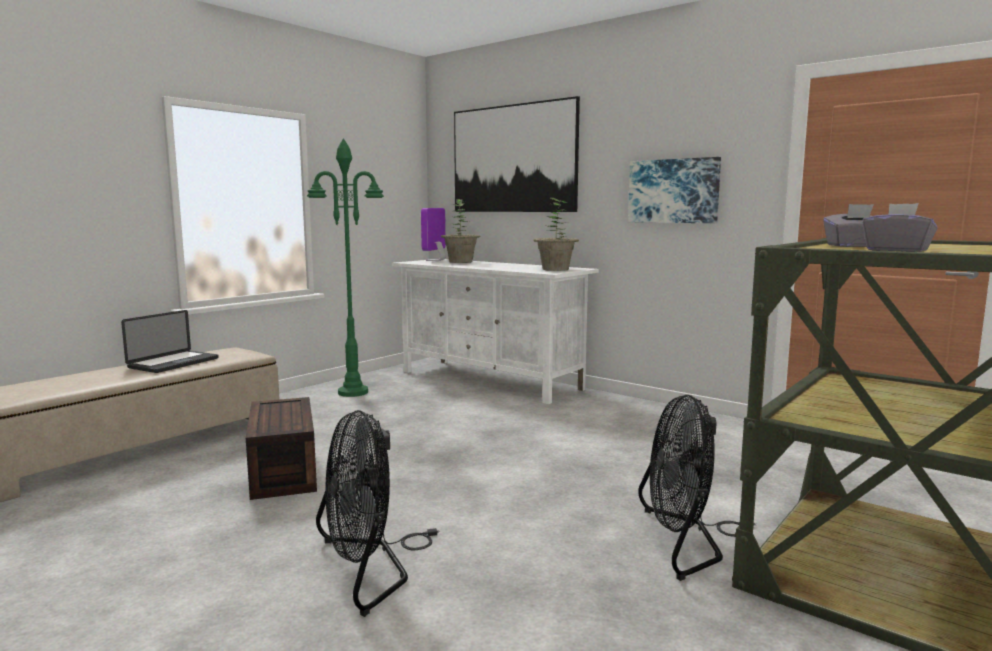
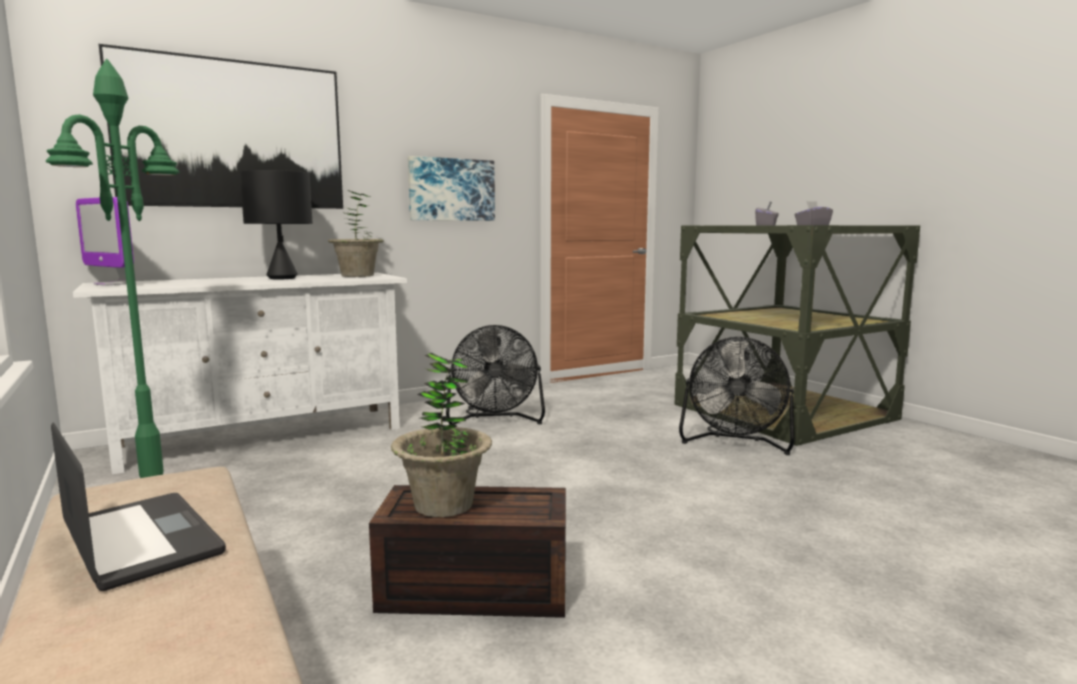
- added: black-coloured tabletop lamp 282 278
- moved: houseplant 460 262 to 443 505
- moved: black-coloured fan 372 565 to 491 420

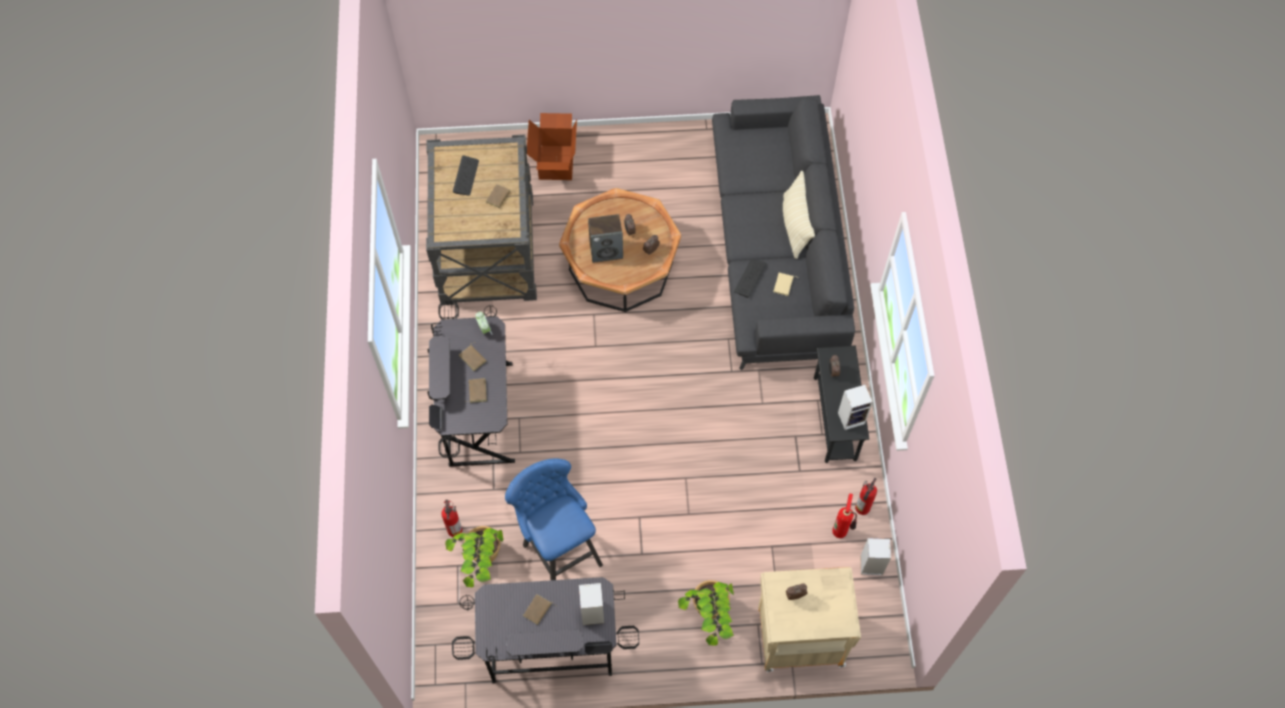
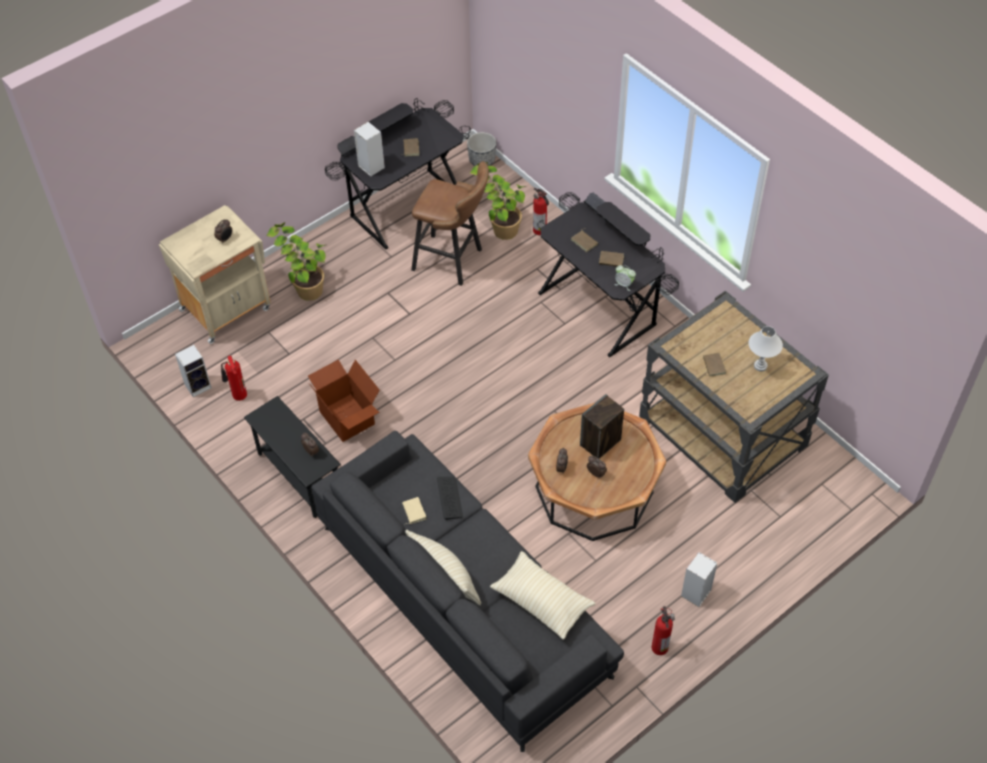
- moved: cardboard box 555 163 to 348 417
- recoloured: blue-coloured stool 558 547 to brown-coloured stool 454 262
- added: planter 482 160
- added: beige-coloured throw pillow 542 601
- moved: fire-fighting cylinder 862 508 to 659 646
- moved: speaker 852 417 to 695 594
- replaced: computer keyboard 466 176 to whitish tabletop lamp 760 366

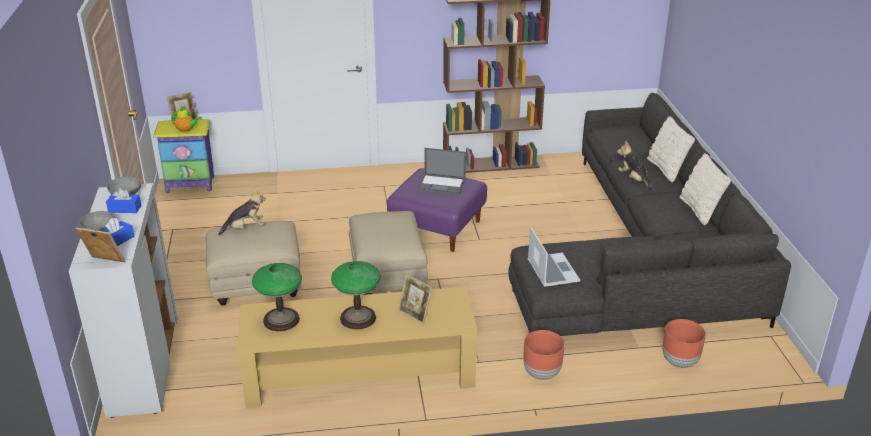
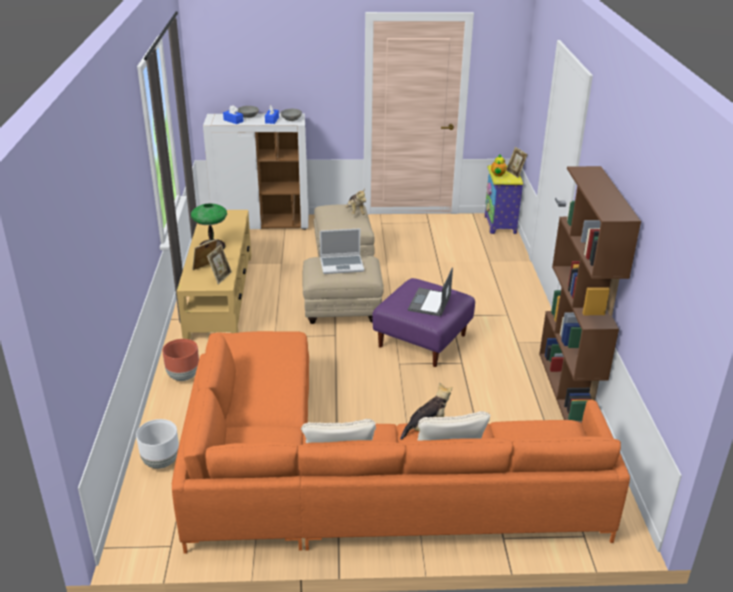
- recoloured: brown-coloured planter 680 362 to whitish planter 160 462
- recoloured: gray couch 643 256 to orange-coloured couch 351 476
- moved: standing frame 104 263 to 220 277
- moved: notebook computer 551 271 to 342 265
- removed: tabletop lamp 281 320

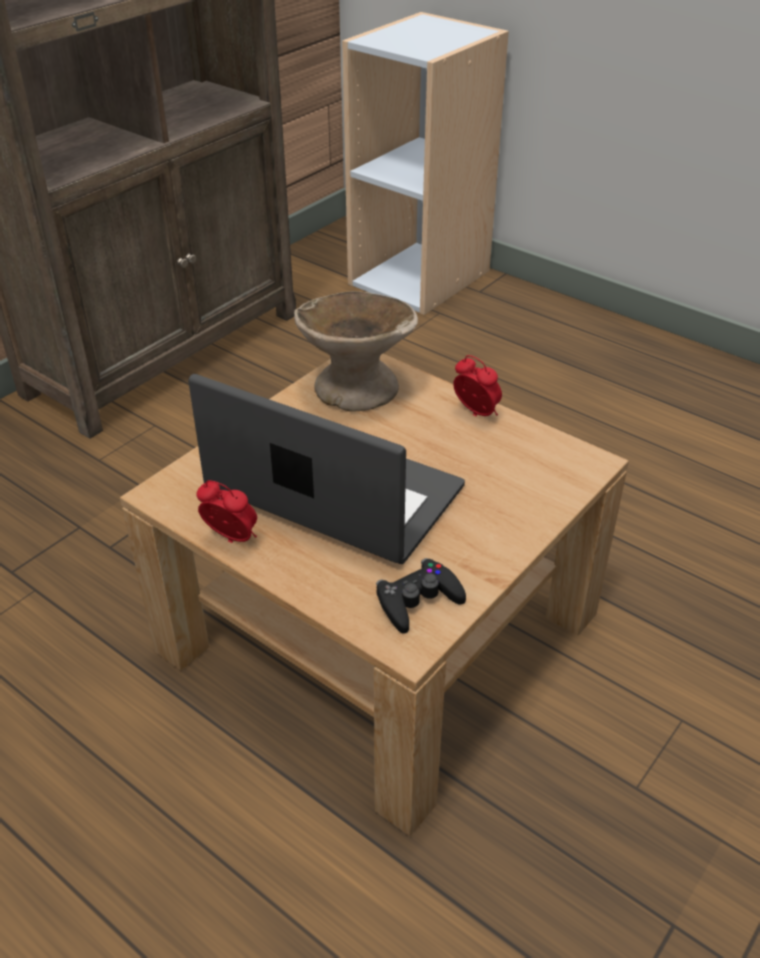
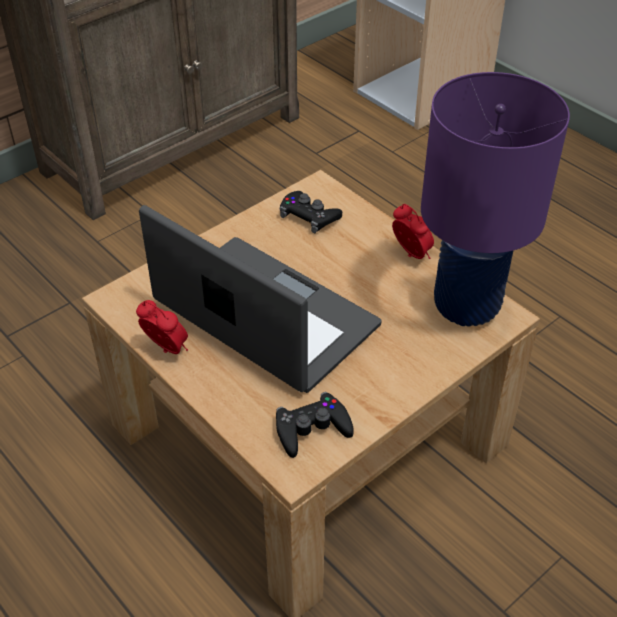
- replaced: beige-coloured bowl 356 388 to black-coloured game controller 309 216
- added: purple tabletop lamp 466 308

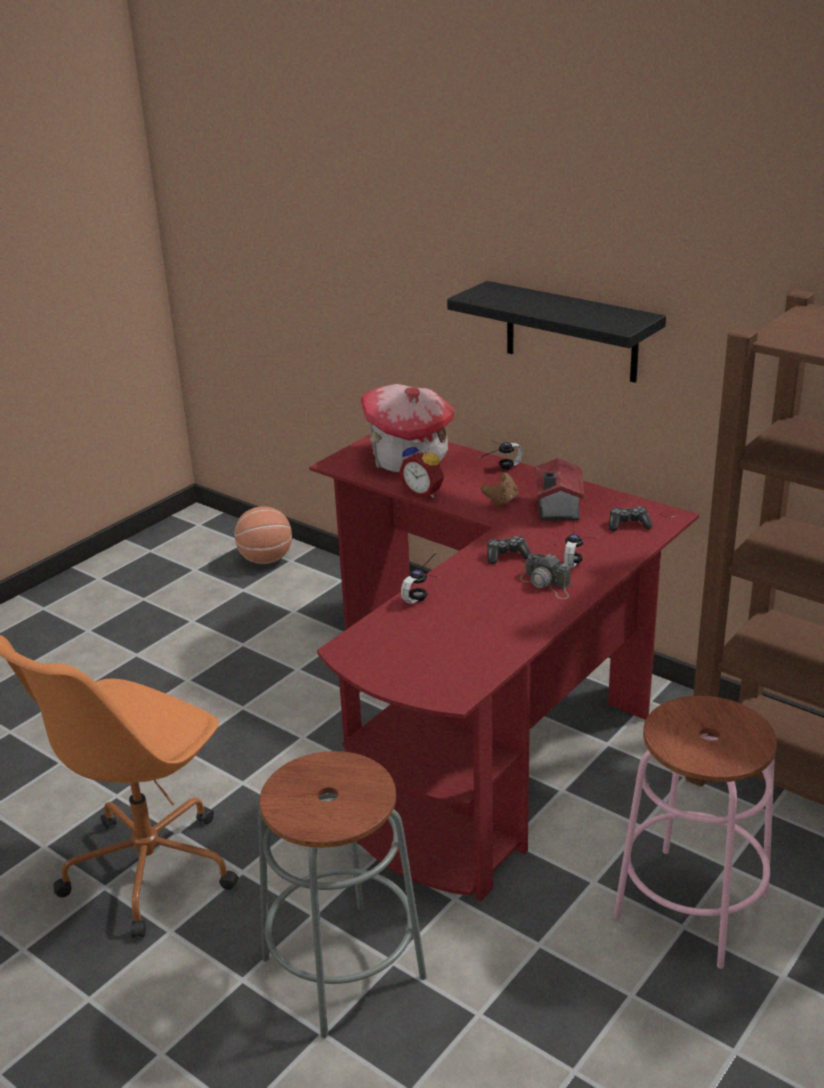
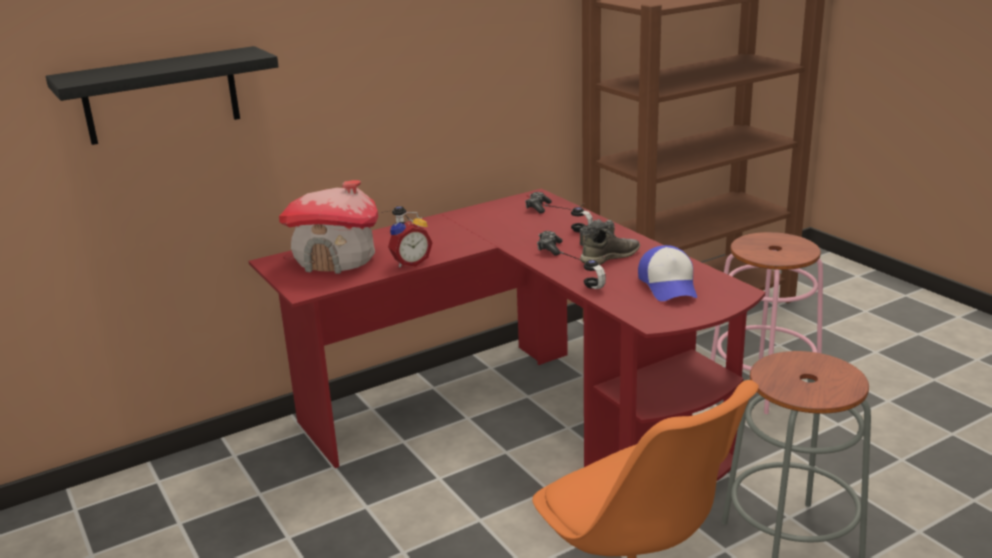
- moved: black-coloured wall shelf 571 332 to 161 96
- added: gray low shoe 609 257
- added: peaked cap 669 285
- removed: ball for basketball 265 559
- removed: brown-coloured game controller 501 501
- removed: toy house 556 508

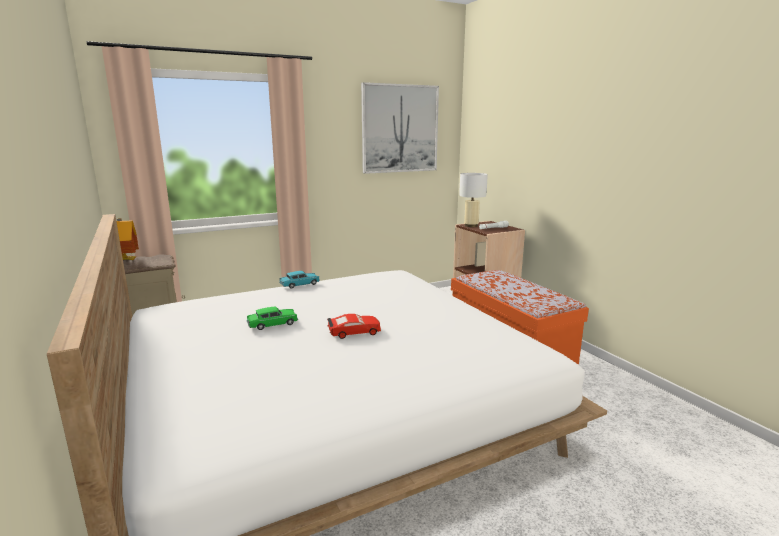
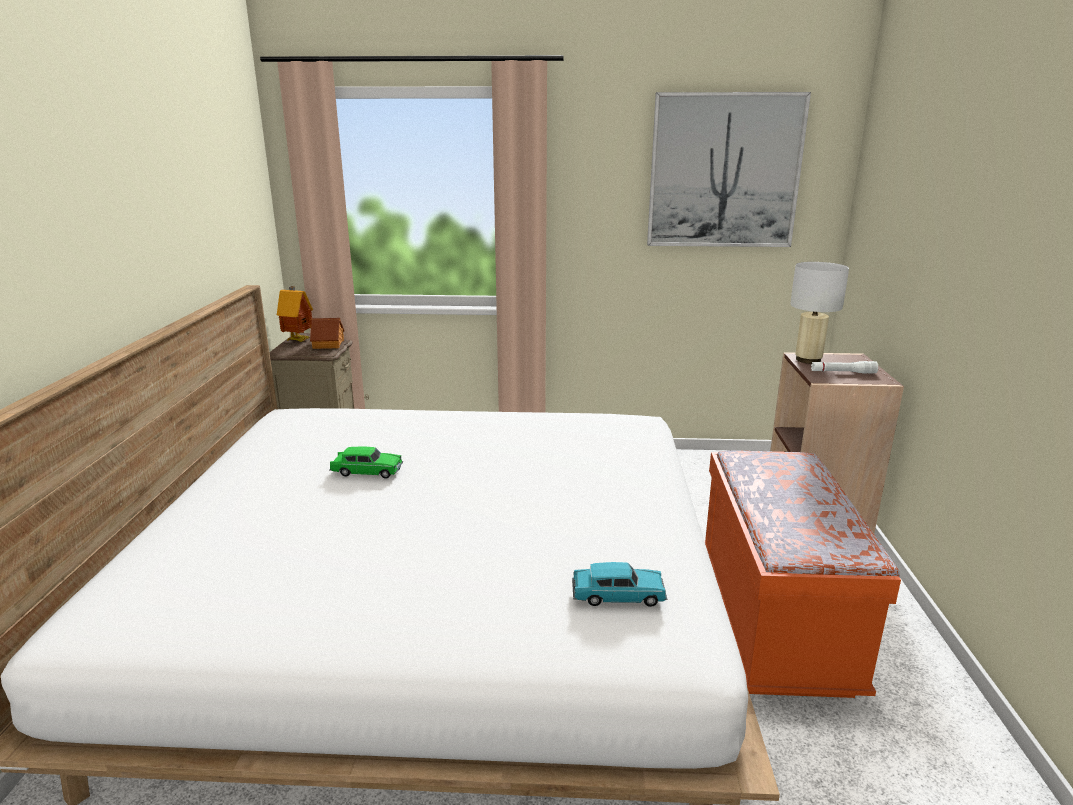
- added: toy house 329 344
- moved: turquoise-coloured miniature car 300 285 to 618 596
- removed: reddish miniature car 354 332

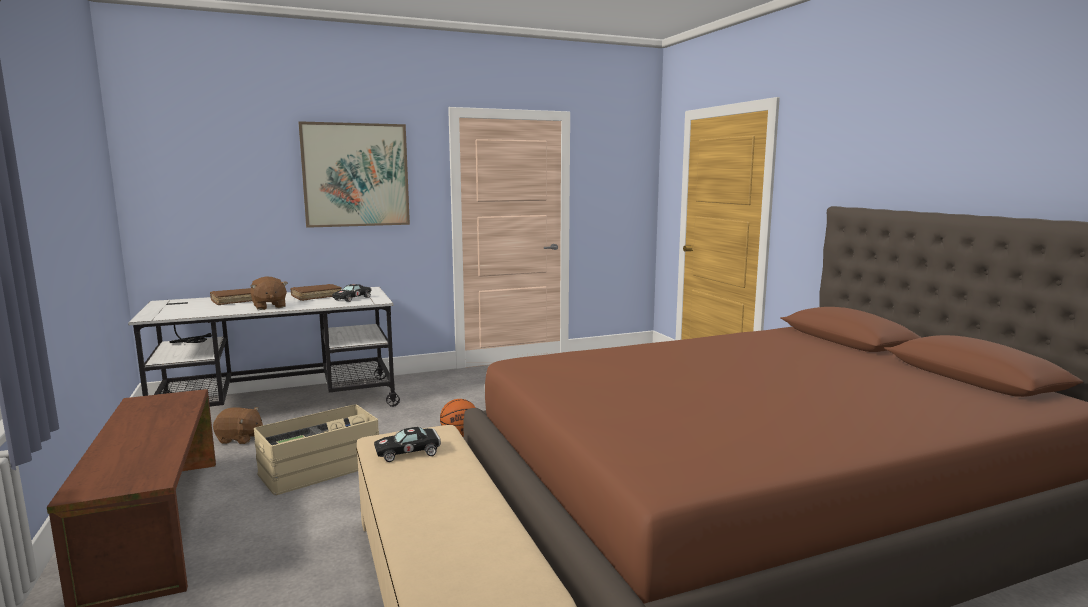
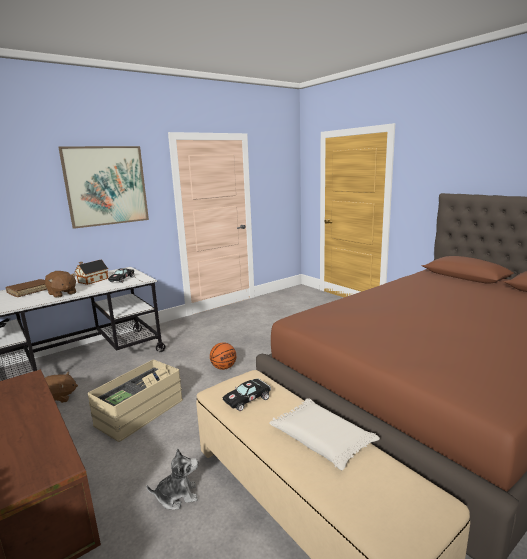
- replaced: brown-coloured book 316 297 to toy house 92 280
- added: soft toy 177 496
- added: whitish throw pillow 322 437

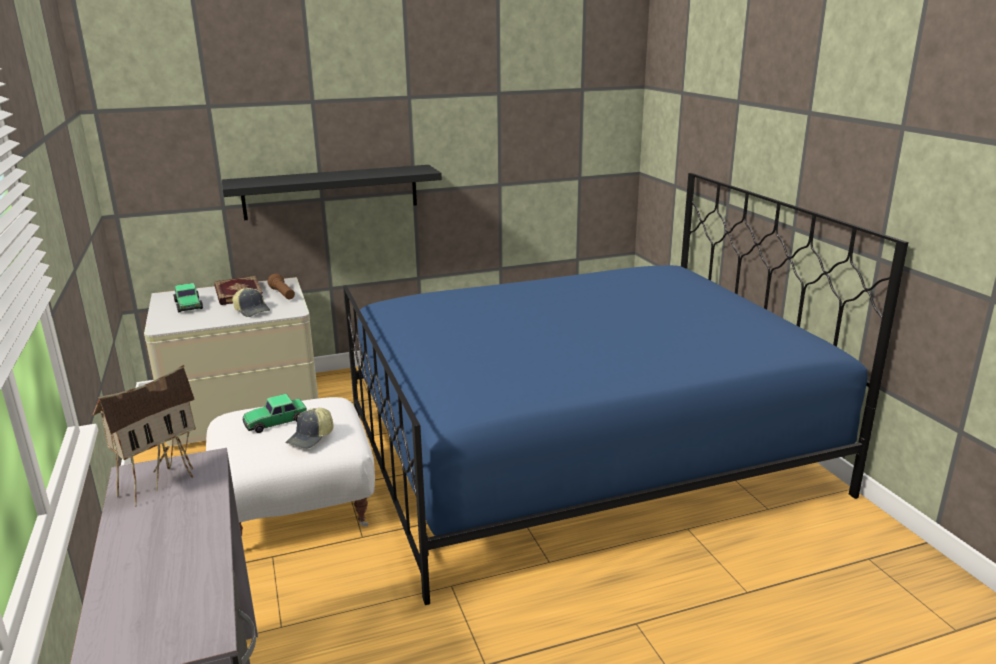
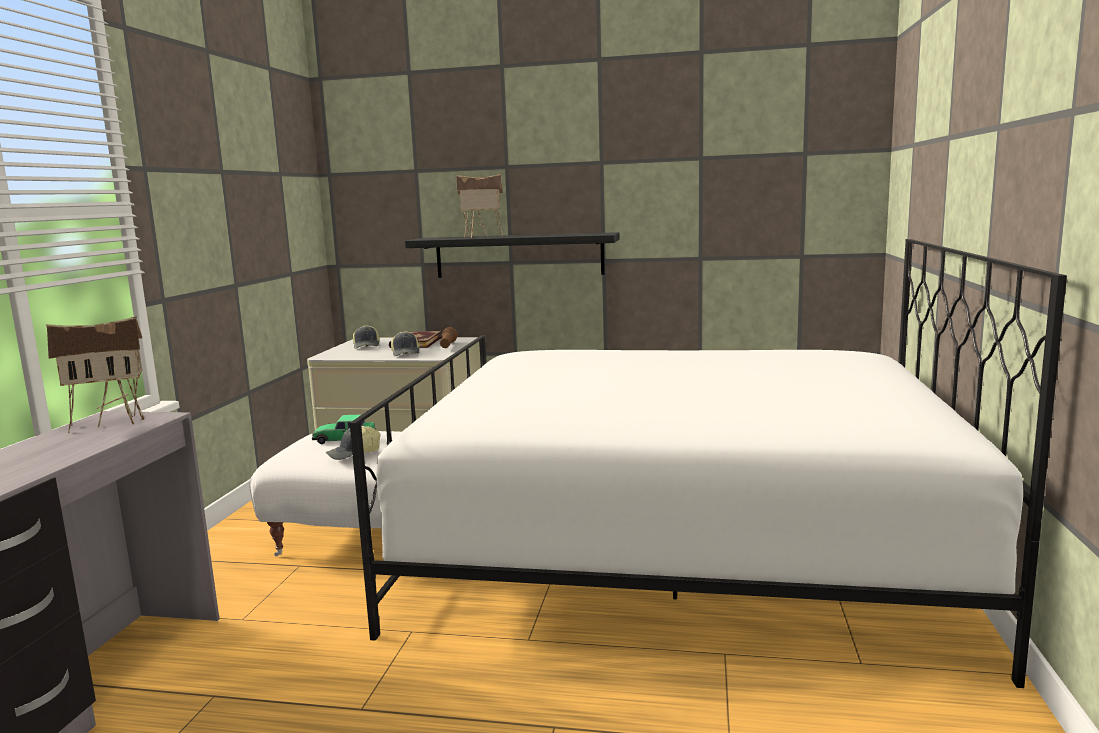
- recoloured: blue-coloured sleeping bed 583 453 to whitish sleeping bed 680 552
- replaced: miniature car 188 305 to peaked cap 367 346
- added: toy house 482 237

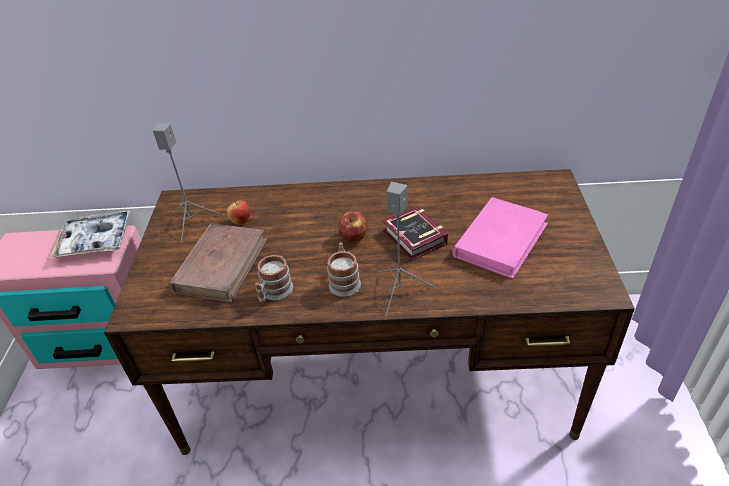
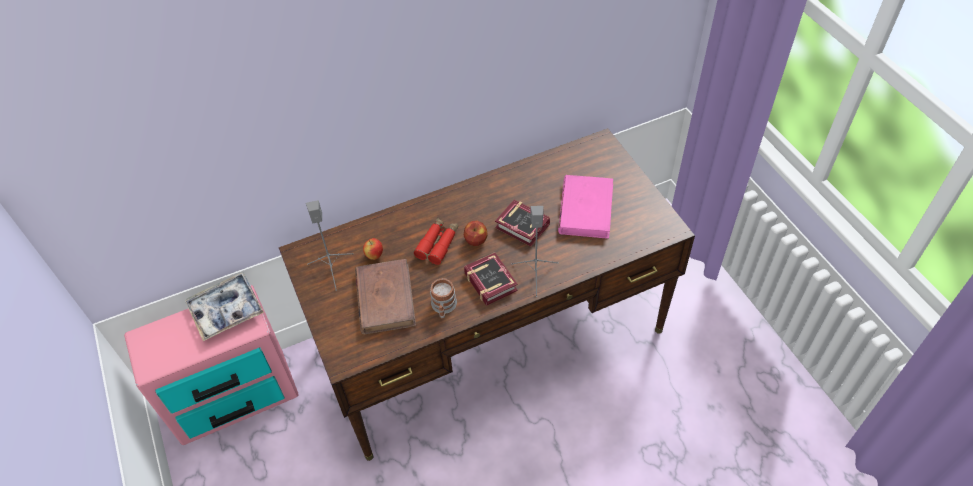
- added: reddish field glasses 438 244
- replaced: mug 344 281 to book 490 280

